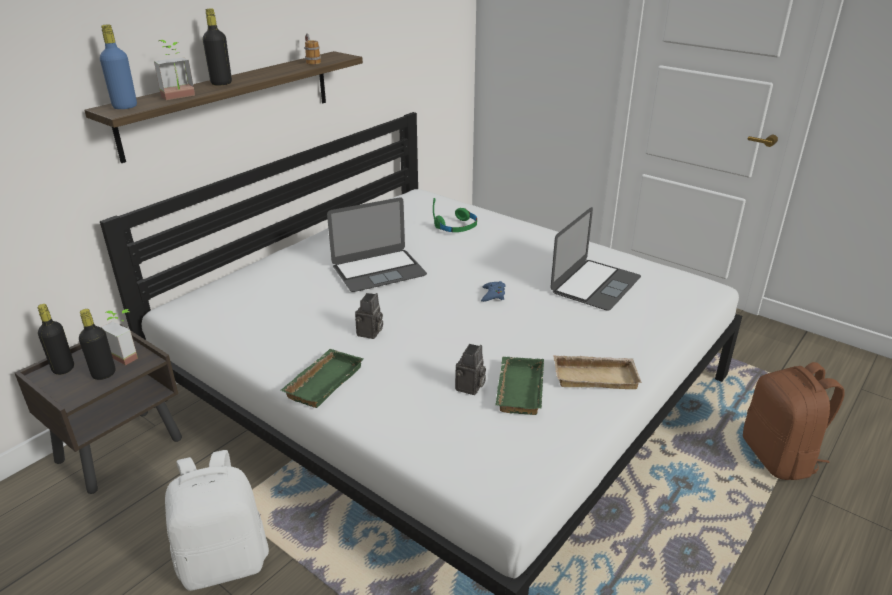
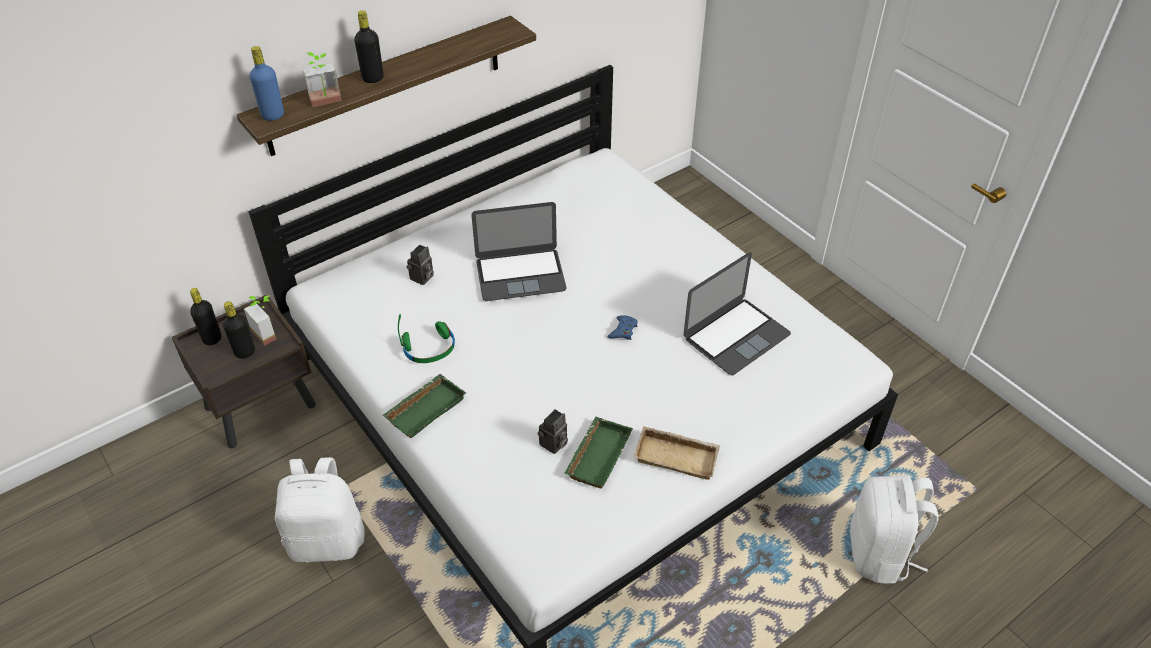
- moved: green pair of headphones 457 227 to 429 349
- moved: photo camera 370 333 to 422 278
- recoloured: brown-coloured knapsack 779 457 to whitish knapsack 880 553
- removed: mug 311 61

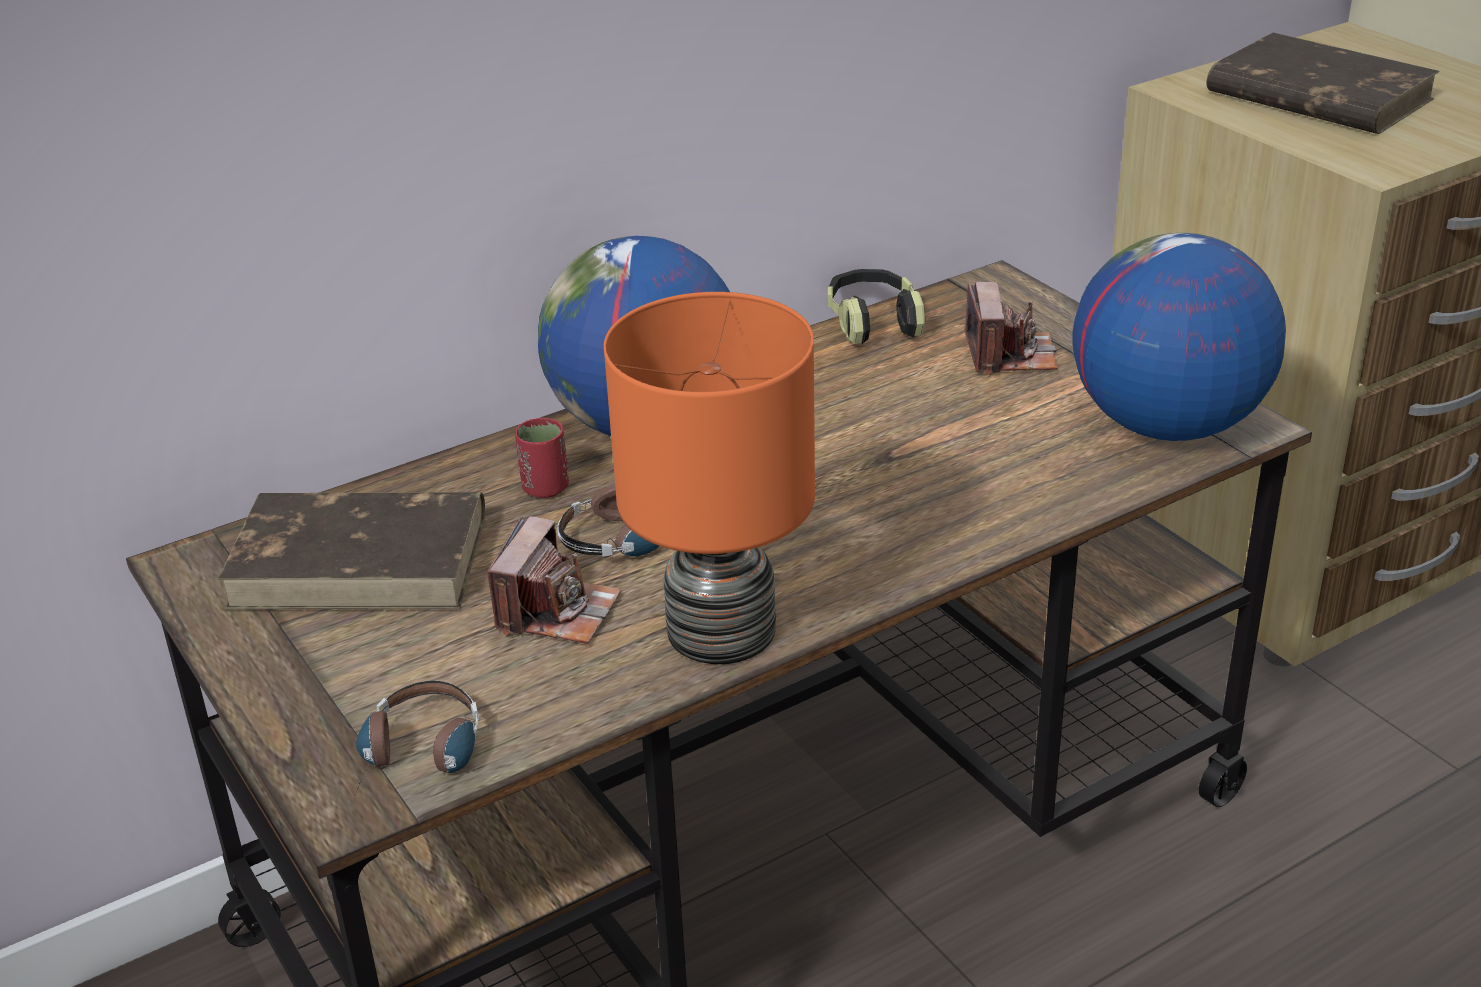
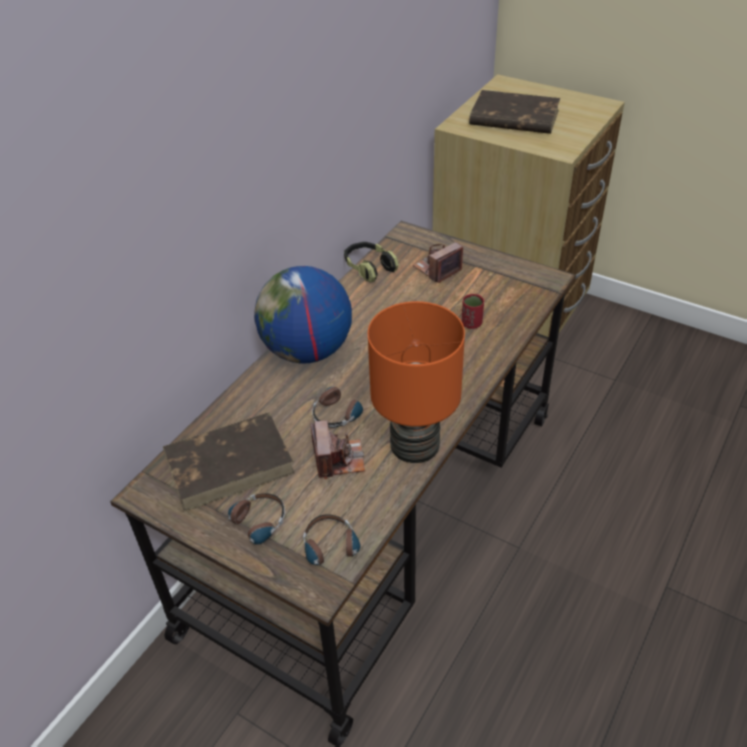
- added: pair of headphones 251 528
- turned: photo camera 1010 355 = 437 269 105 degrees counterclockwise
- moved: reddish small cup 545 488 to 471 323
- removed: world globe 1165 425

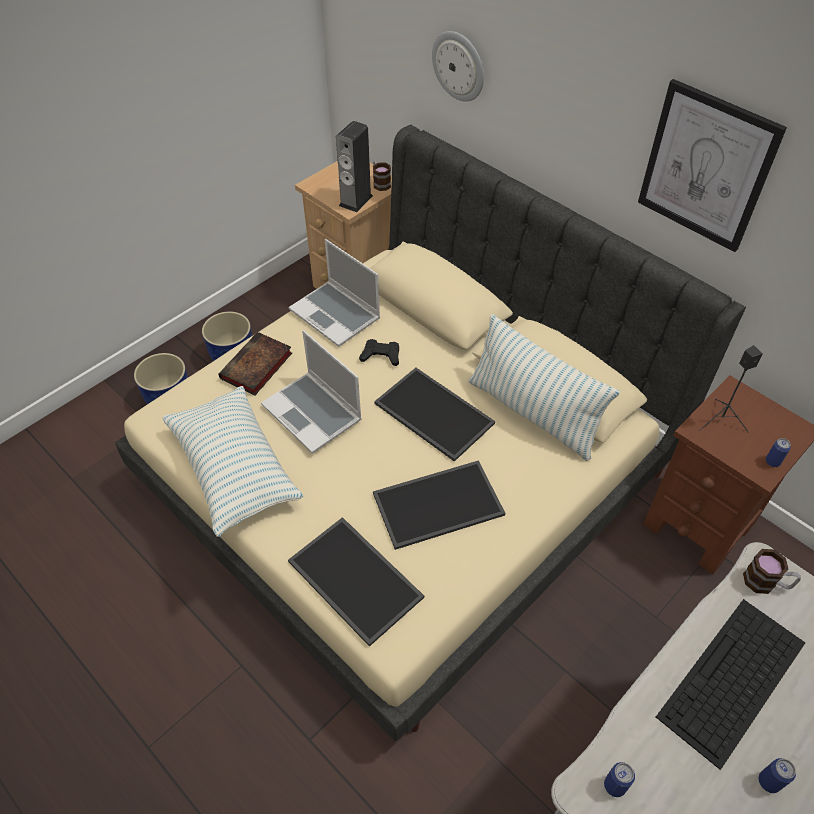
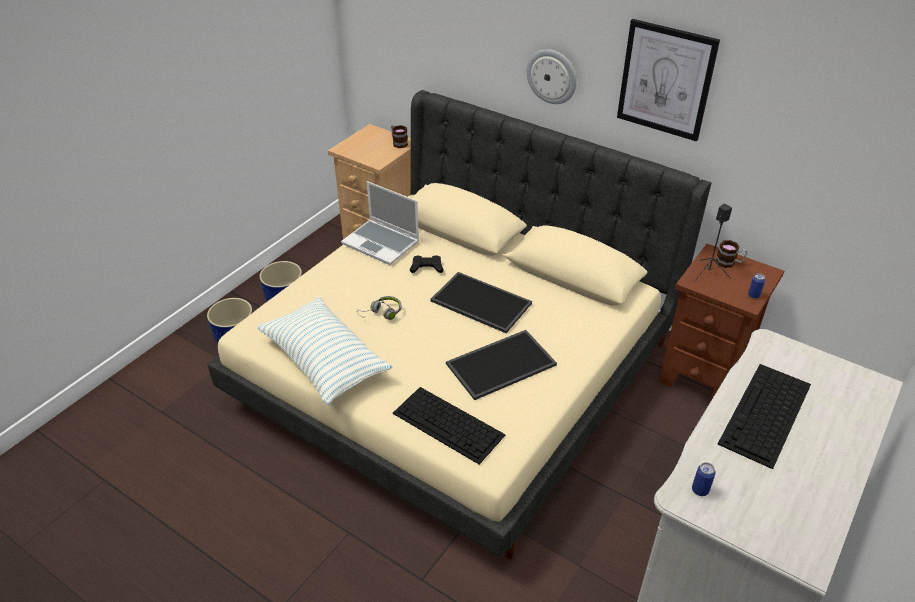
- replaced: notebook computer 313 413 to gray pair of headphones 382 313
- replaced: serving tray 357 579 to computer keyboard 449 424
- moved: clock on the wall 459 66 to 552 76
- moved: mug 766 582 to 729 263
- removed: book 256 368
- removed: speaker 356 200
- removed: throw pillow 533 413
- removed: sealed can 769 782

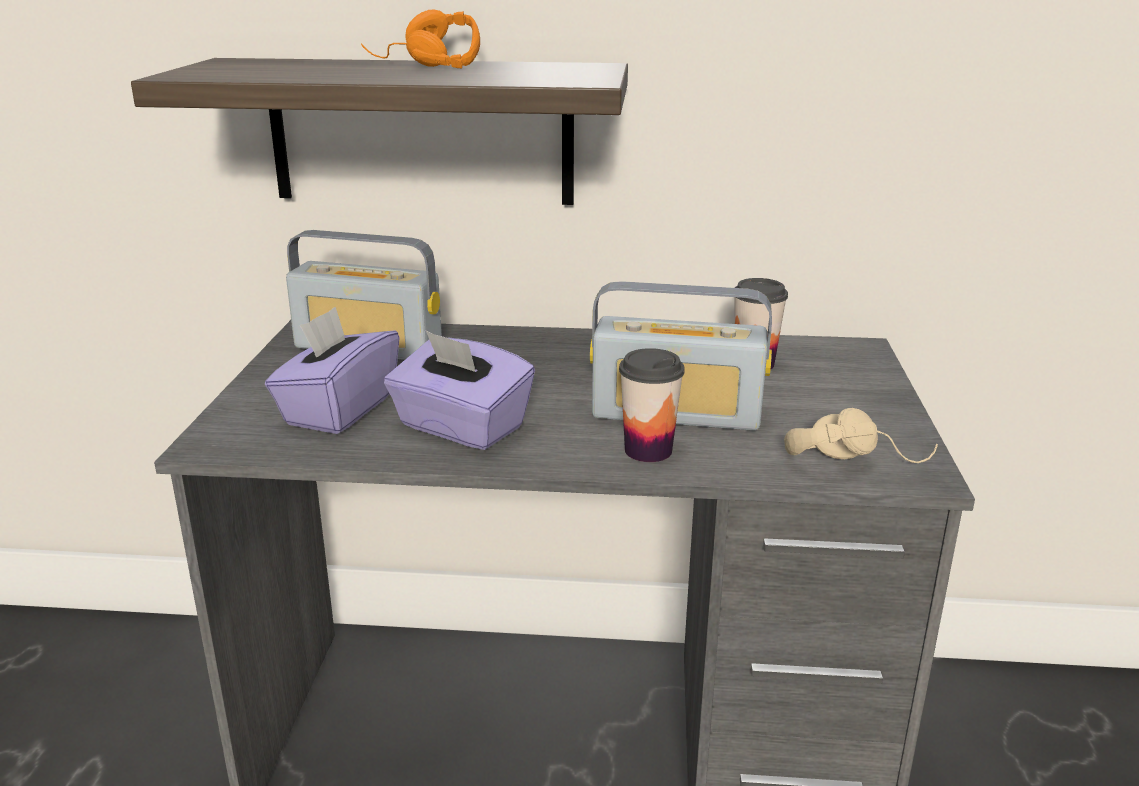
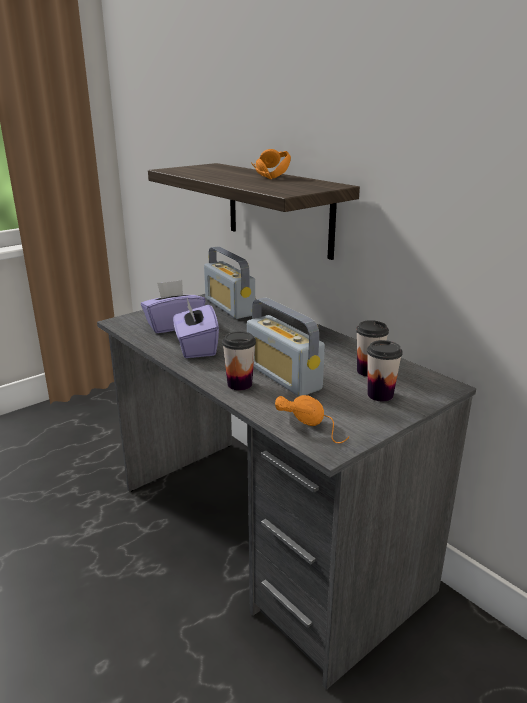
- recoloured: beige-coloured pair of headphones 853 458 to orange-coloured pair of headphones 315 427
- added: small cup 380 395

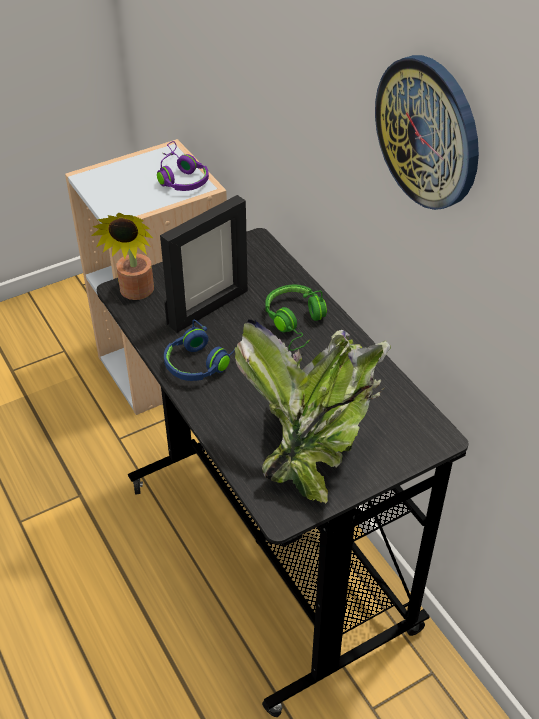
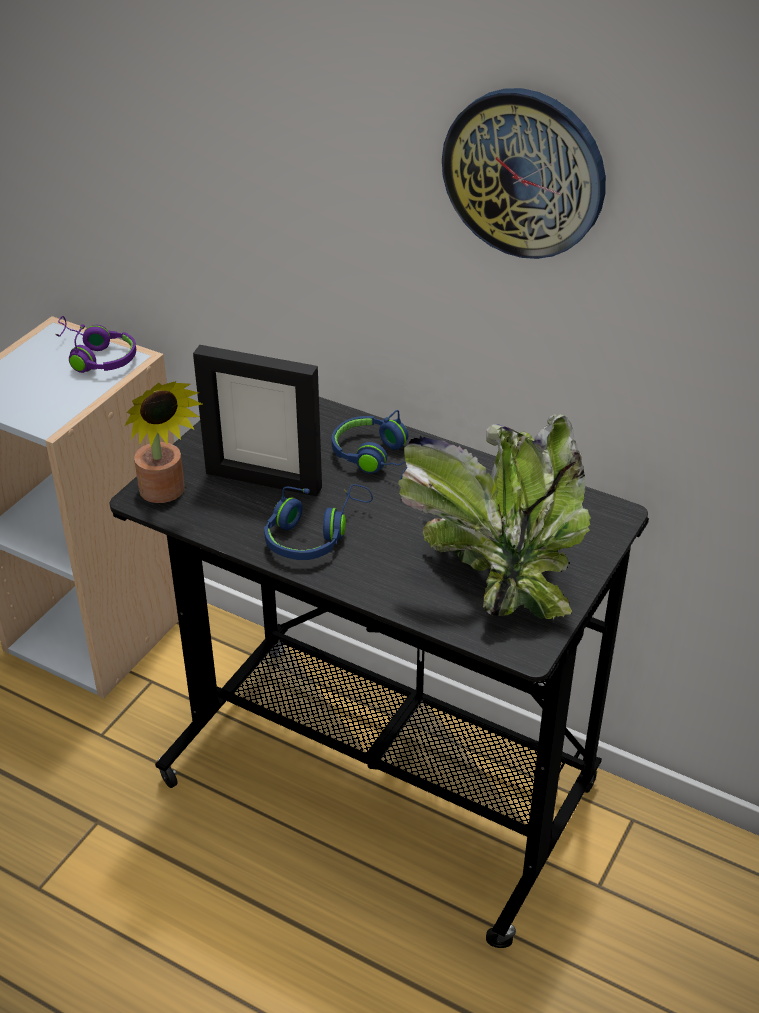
- turned: standing frame 207 307 = 264 478 90 degrees clockwise
- recoloured: green pair of headphones 296 323 to blue-coloured pair of headphones 377 459

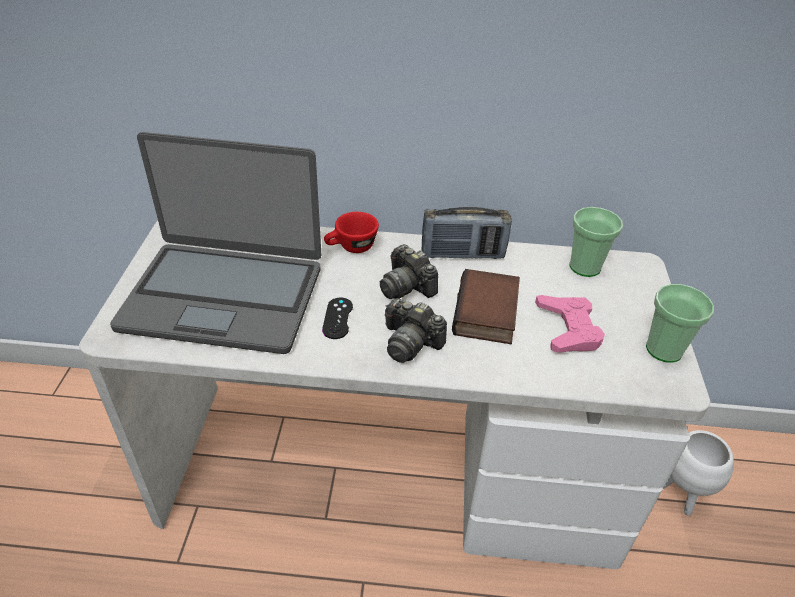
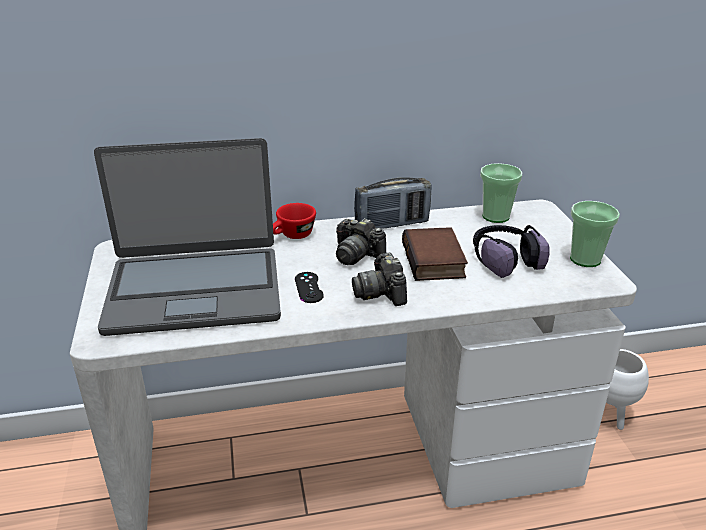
- turned: photo camera 410 343 = 381 293 60 degrees clockwise
- replaced: pink game controller 568 329 to pair of headphones 505 259

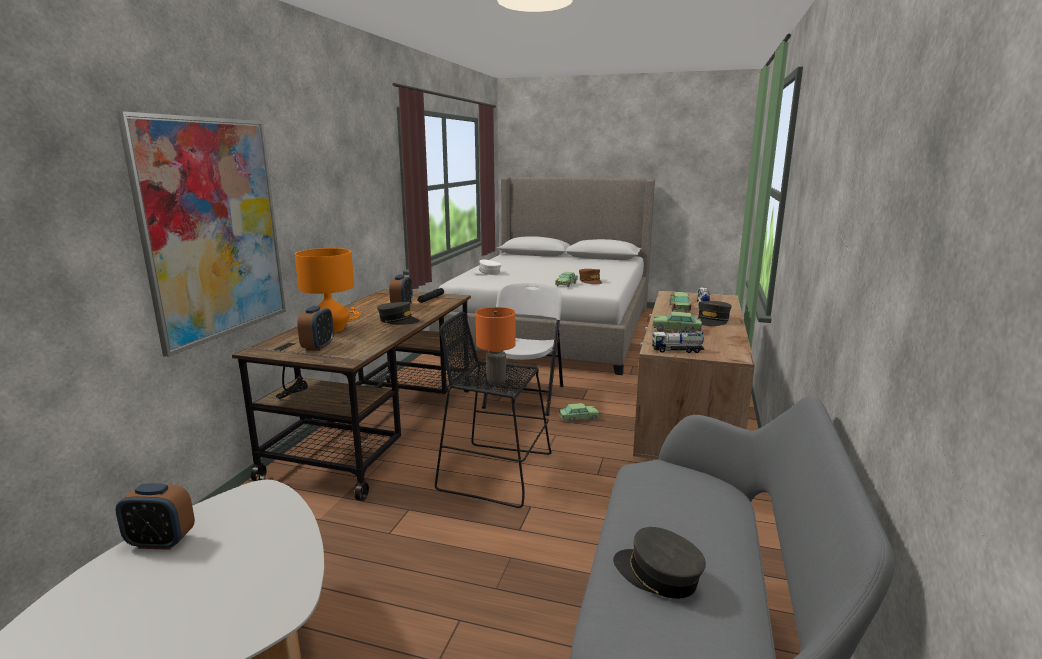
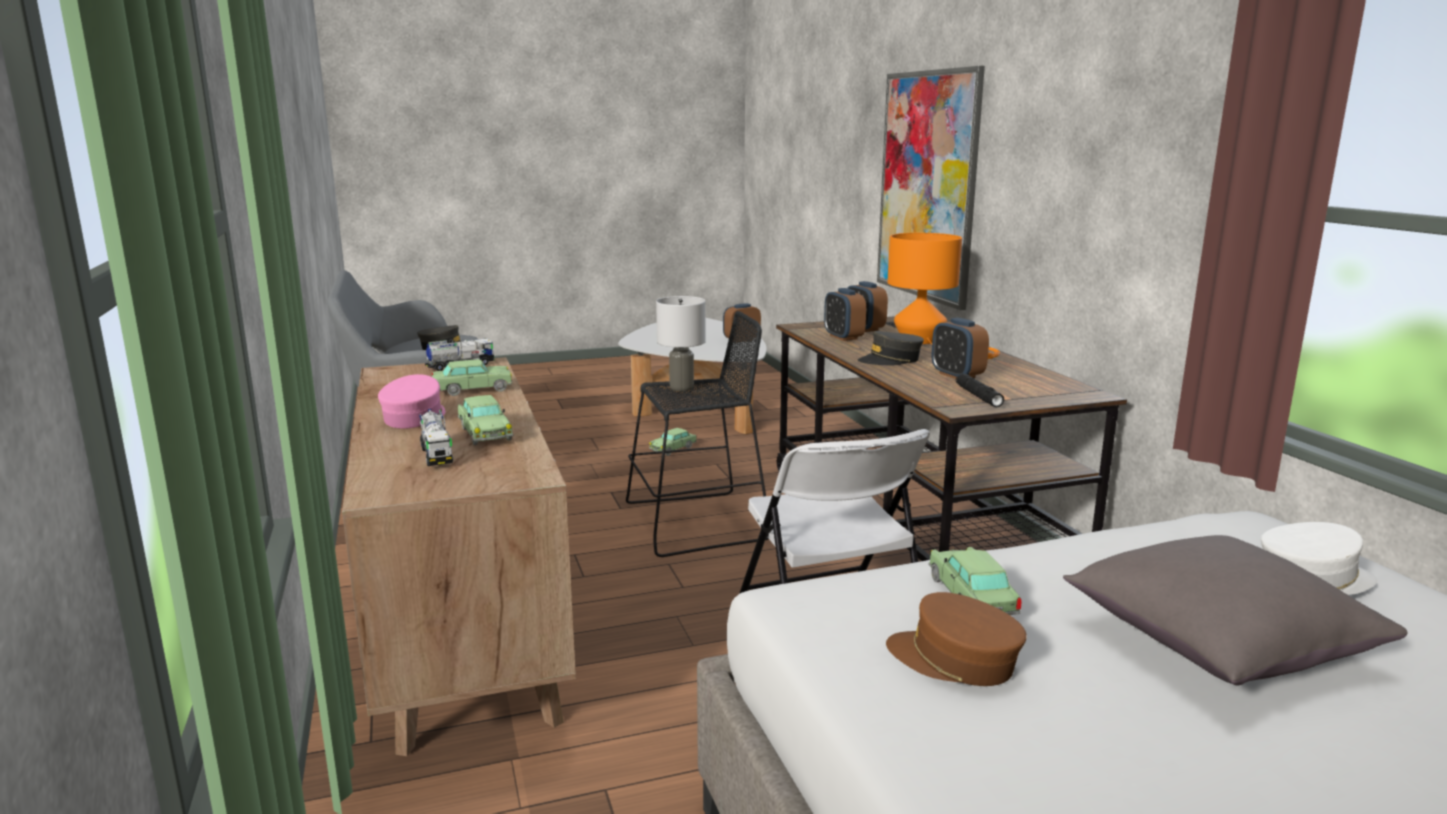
- recoloured: gray peaked cap 712 320 to pink peaked cap 414 417
- moved: miniature car 579 418 to 673 449
- recoloured: orange-coloured tabletop lamp 497 382 to whitish tabletop lamp 680 389
- added: bedside clock 843 337
- added: gray throw pillow 1216 644

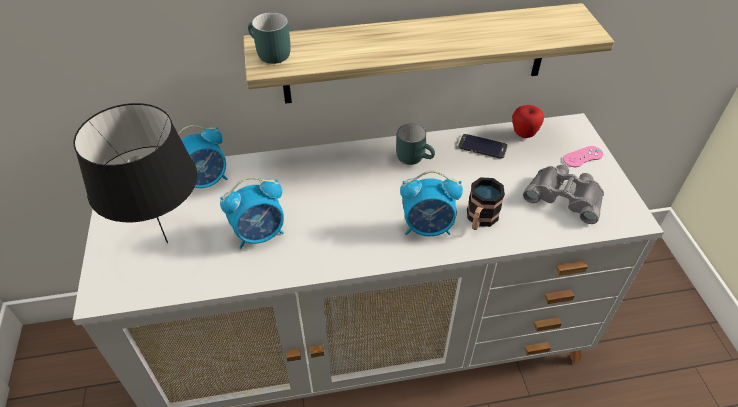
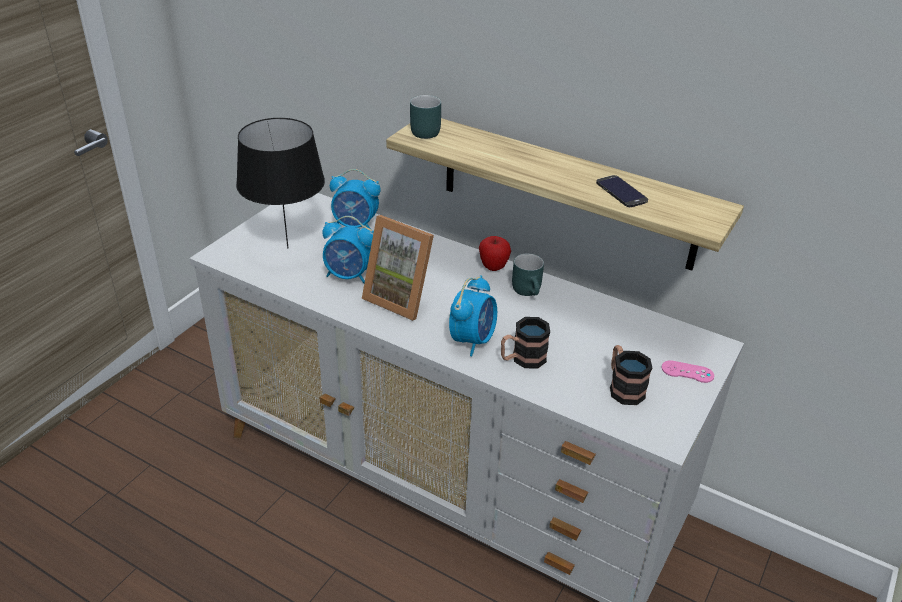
- added: standing frame 401 297
- turned: bedside clock 428 228 = 472 340 105 degrees counterclockwise
- moved: apple fruit 524 134 to 493 267
- moved: phone 482 146 to 621 192
- replaced: gray field glasses 564 196 to mug 623 387

